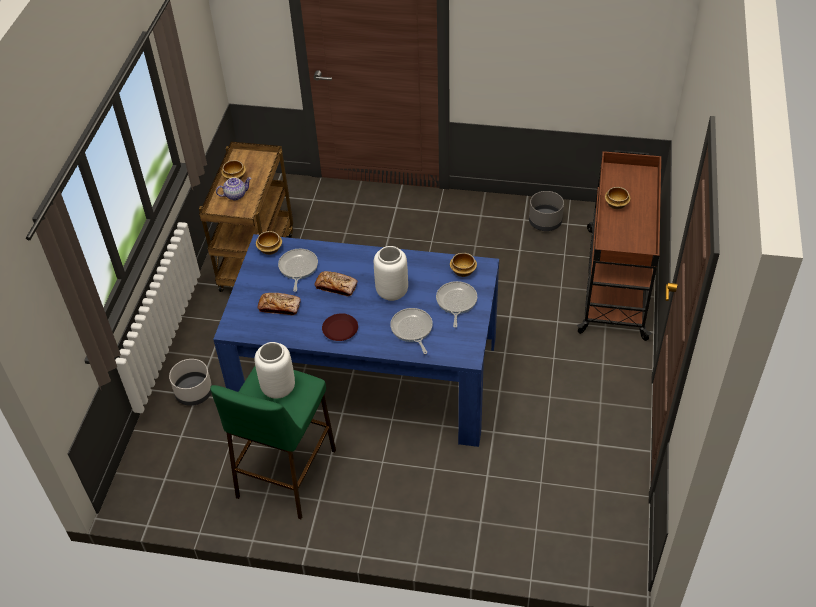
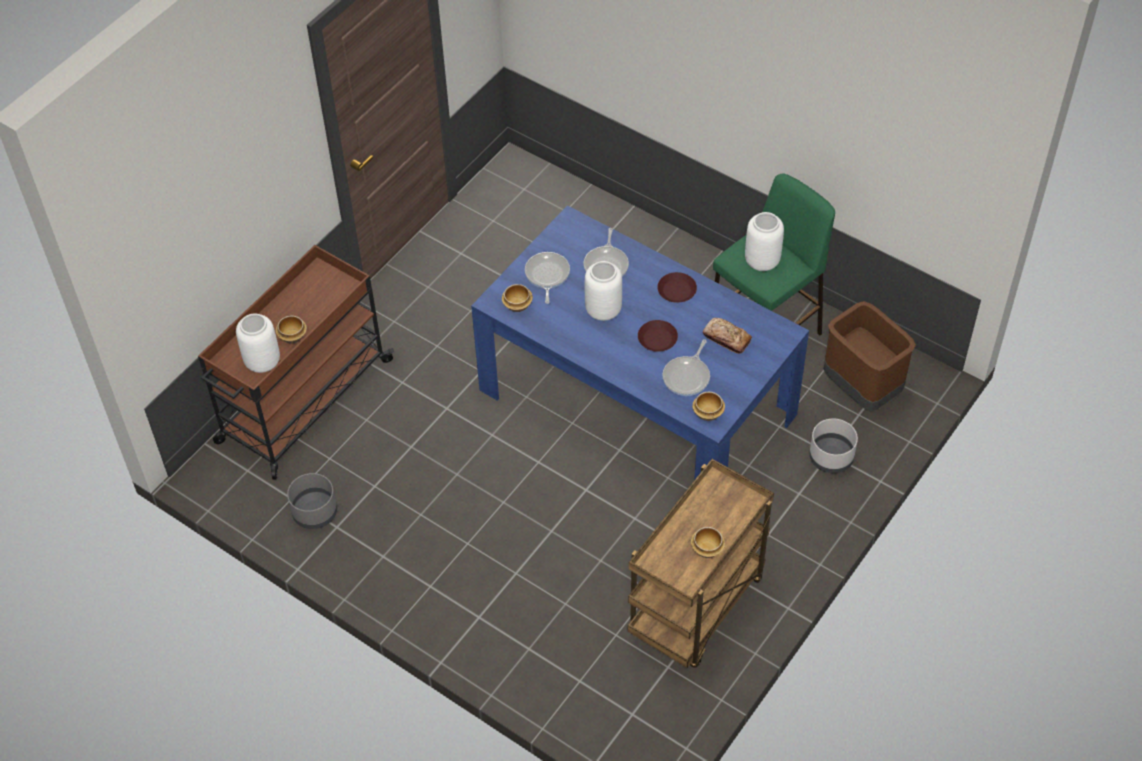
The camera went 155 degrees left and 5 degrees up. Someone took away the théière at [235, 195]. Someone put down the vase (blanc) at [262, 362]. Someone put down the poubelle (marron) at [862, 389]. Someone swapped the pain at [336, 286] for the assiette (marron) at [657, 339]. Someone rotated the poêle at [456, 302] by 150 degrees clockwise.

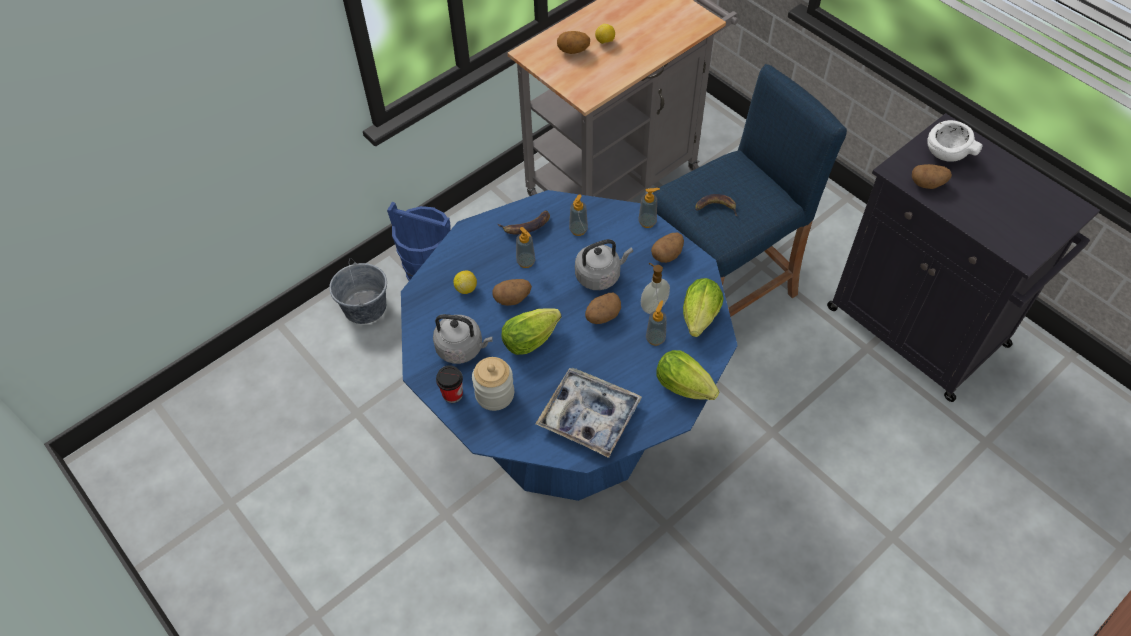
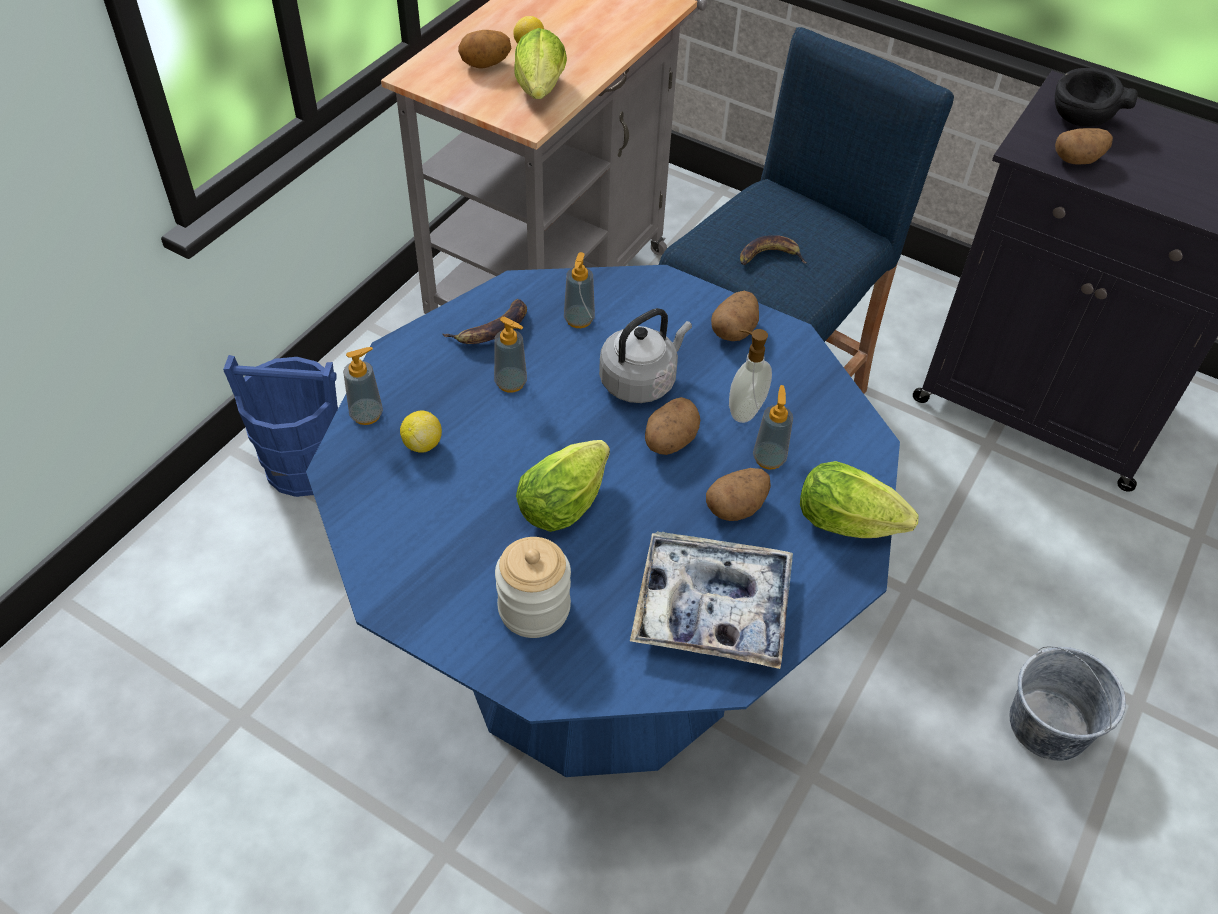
The camera went 20 degrees left and 5 degrees down. Someone took away the bouilloire (gris) at [462, 348]. Someone took away the tasse at [452, 394]. Someone carried the seau (gris) from [365, 307] to [1048, 726]. Someone carried the pomme de terre from [512, 298] to [736, 507]. Someone carried the distributeur de savon from [647, 222] to [366, 414]. Someone carried the laitue from [699, 320] to [540, 92]. Someone repainted the bol (blanc) at [946, 153], which became the bol (noir) at [1080, 118].

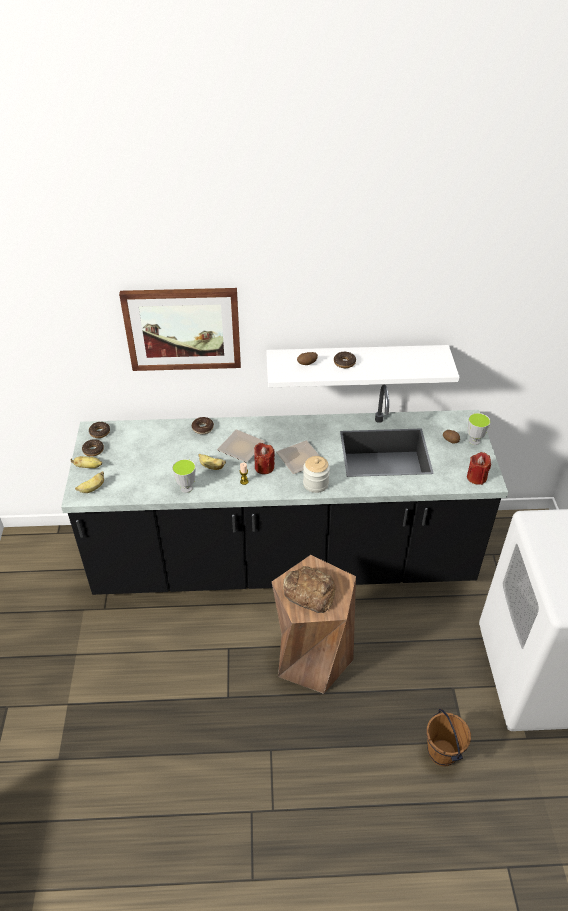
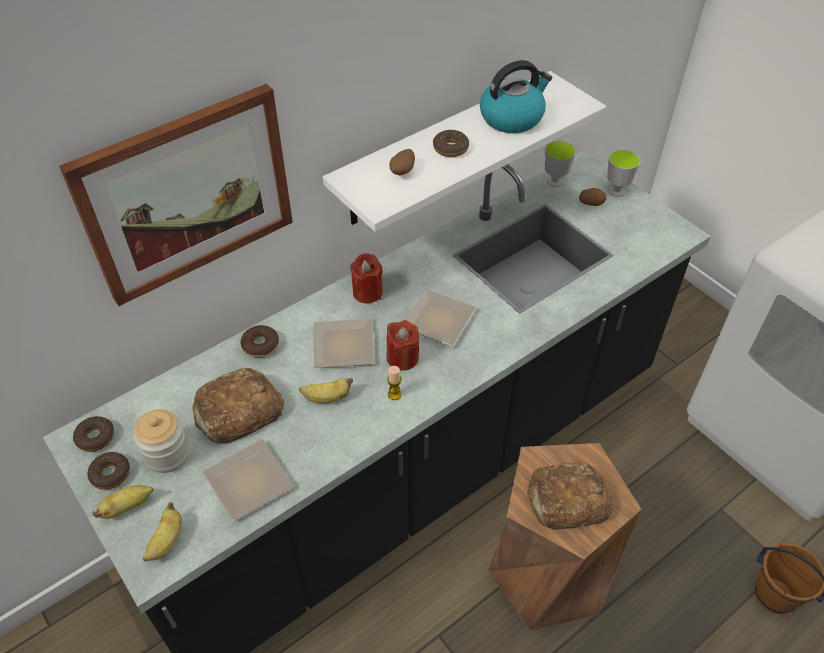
The camera went 35 degrees left and 5 degrees up. Someone put down the pain at [237, 412]. Someone put down the assiette at [252, 482]. Someone put down the bouilloire at [512, 117]. Someone carried the tasse from [186, 488] to [554, 182]. Someone carried the bocal from [315, 484] to [167, 454]. Someone carried the bougie (rouge) from [476, 477] to [367, 292].

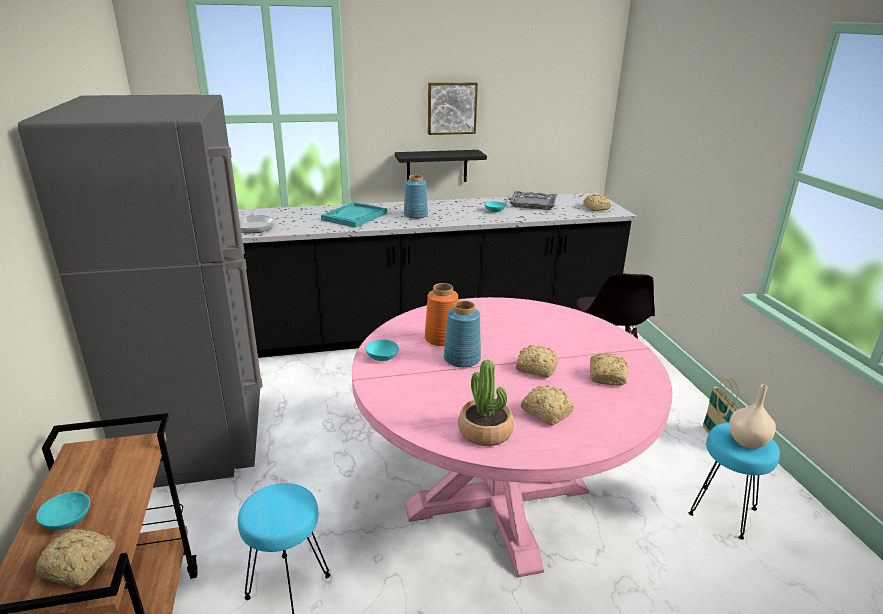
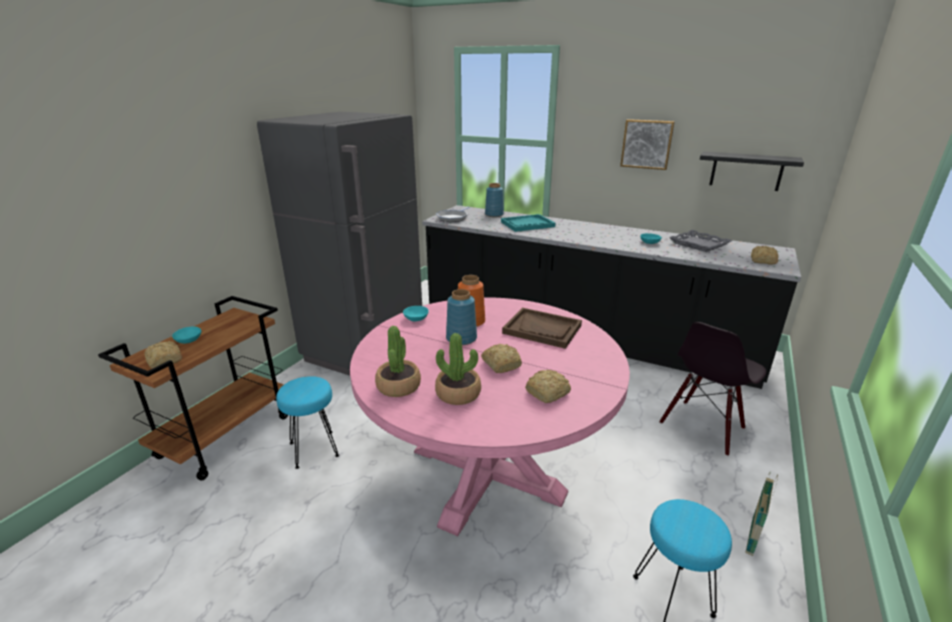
The camera went 40 degrees right and 0 degrees up. Someone took away the vase (beige) at [748, 442]. Someone put down the plateau (marron) at [542, 329]. Someone carried the étagère (noir) from [437, 167] to [746, 171]. Someone carried the vase (bleu) from [415, 215] to [493, 215]. Someone swapped the pain at [546, 411] for the plante en pot at [458, 393].

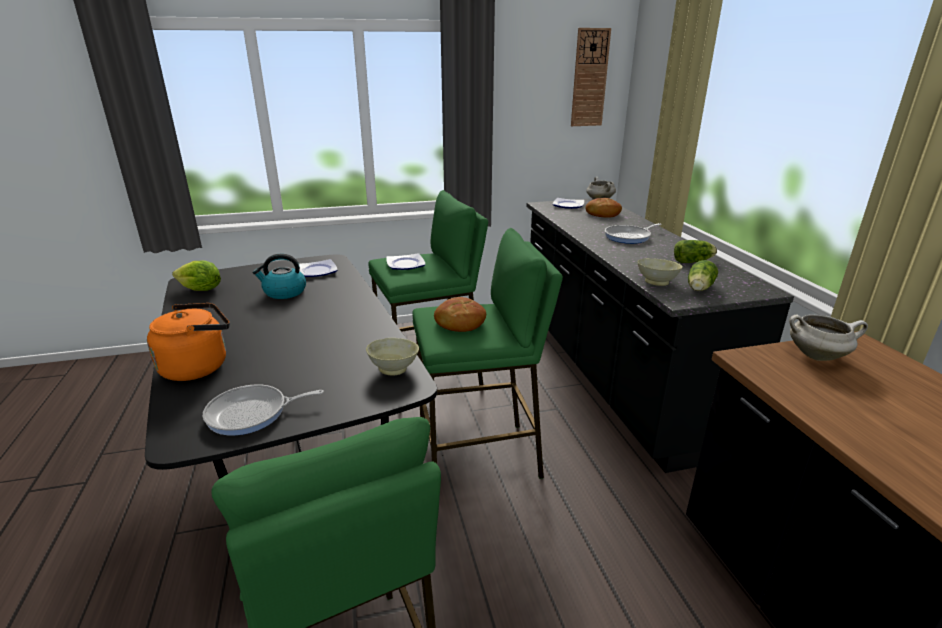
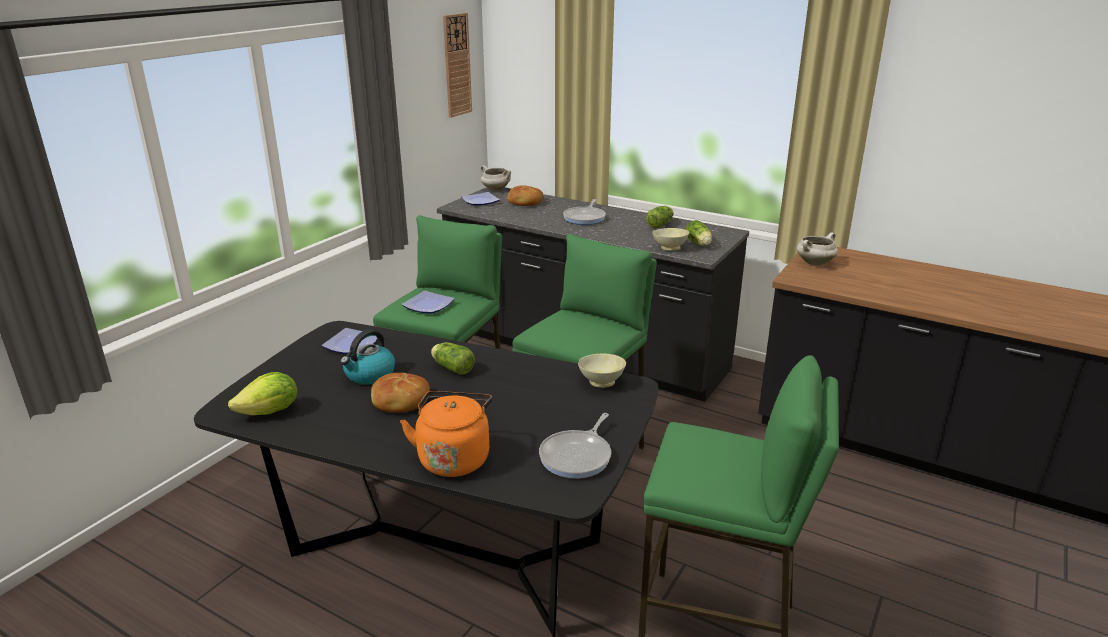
The camera went 45 degrees left and 0 degrees up. Someone put down the laitue at [452, 368]. Someone carried the pain from [459, 323] to [400, 401].

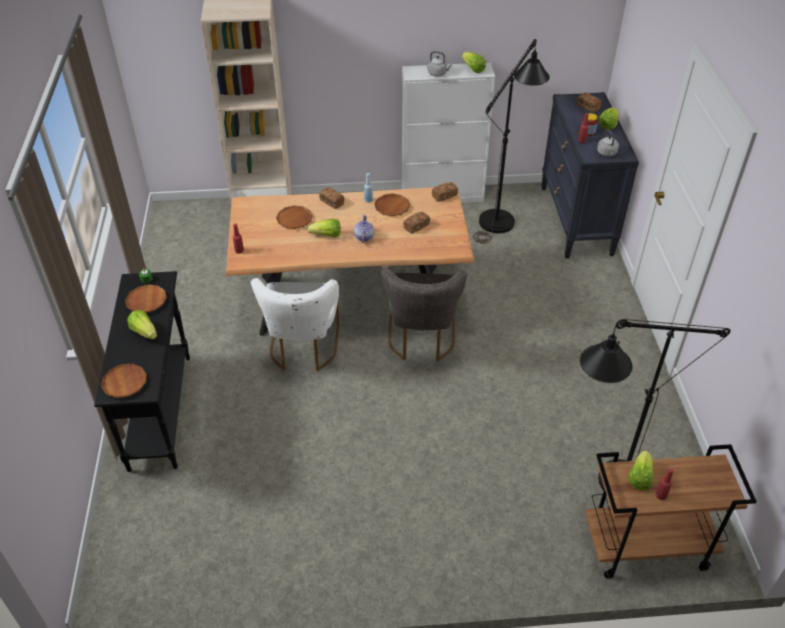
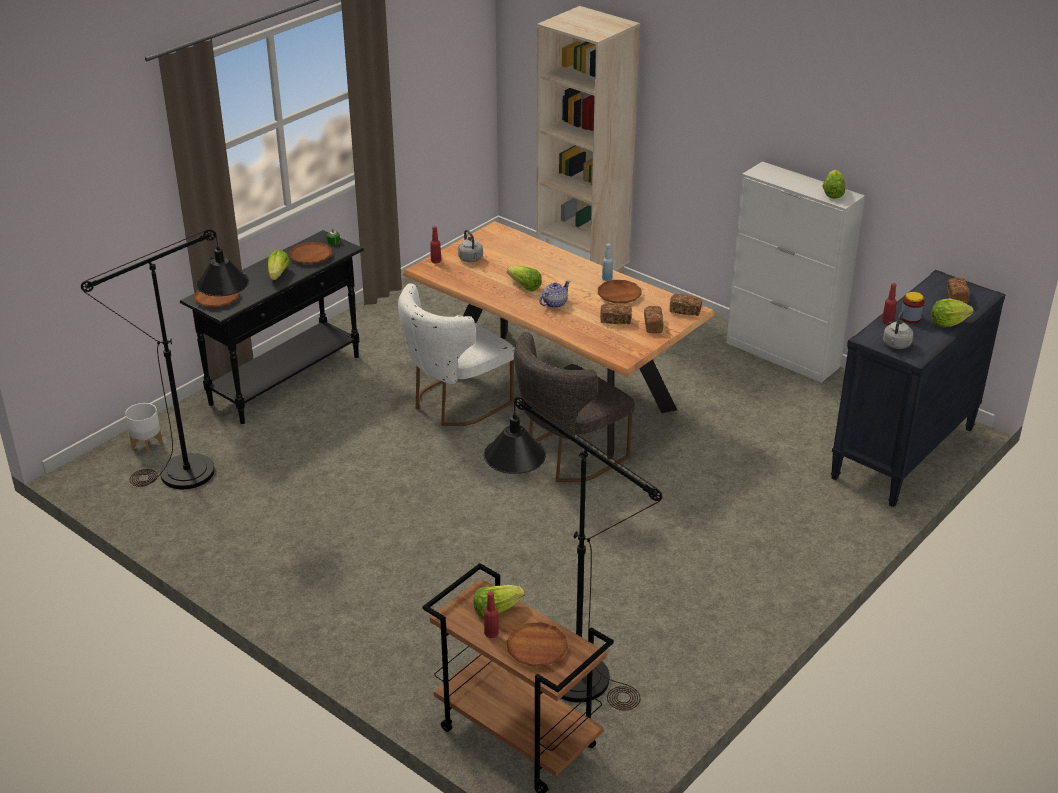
The camera went 45 degrees right and 10 degrees down. Someone put down the cache-pot (blanc) at [146, 445]. Someone carried the assiette (marron) from [294, 219] to [537, 648]. Someone carried the pain from [331, 202] to [653, 325]. Someone carried the bouilloire (gris) from [438, 73] to [471, 259]. Someone carried the lampadaire (noir) from [501, 216] to [203, 471].

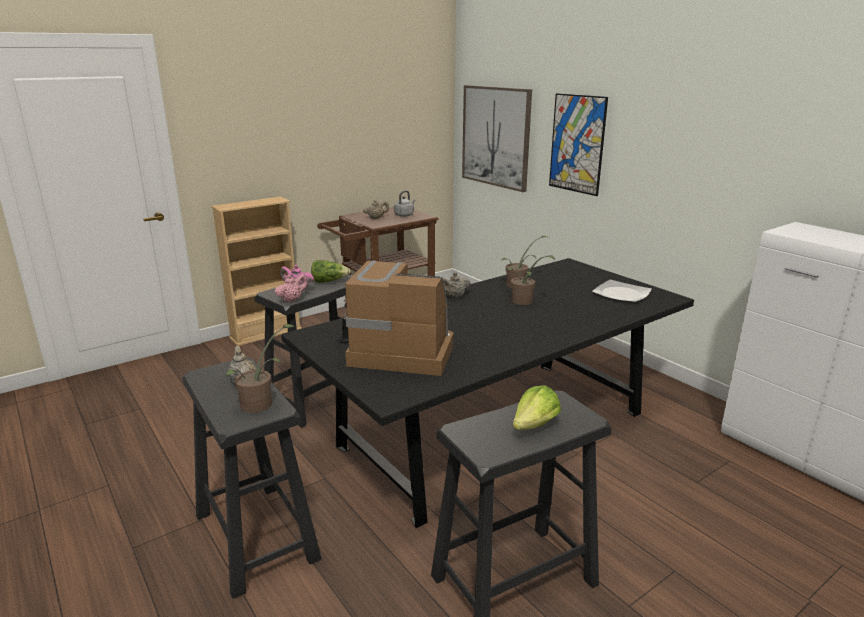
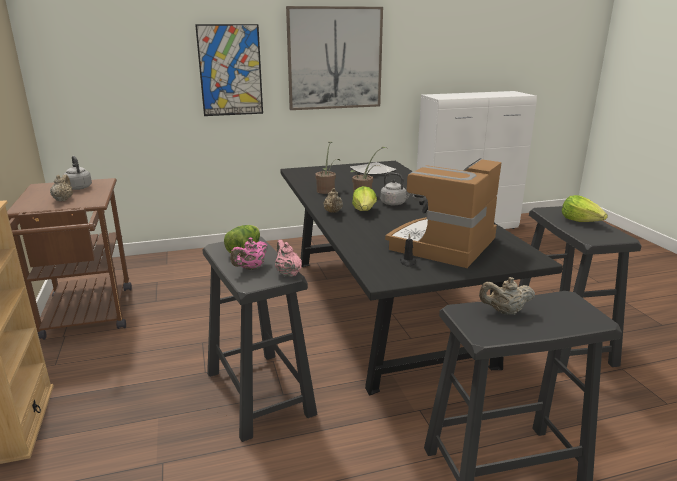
The camera went 70 degrees left and 0 degrees up. Someone took away the plante en pot at [261, 403]. Someone put down the laitue at [364, 211]. Someone put down the bouilloire (gris) at [394, 203]. Someone carried the tableau from [496, 137] to [335, 58].

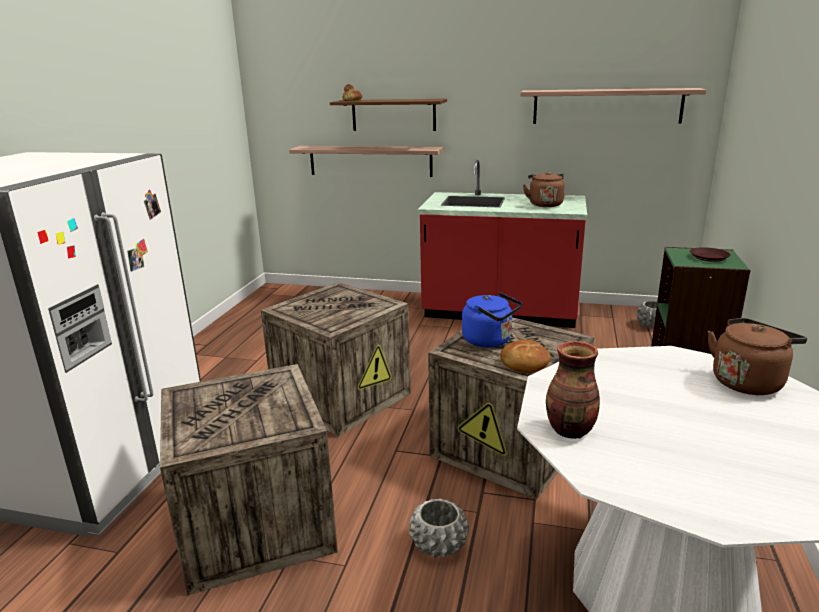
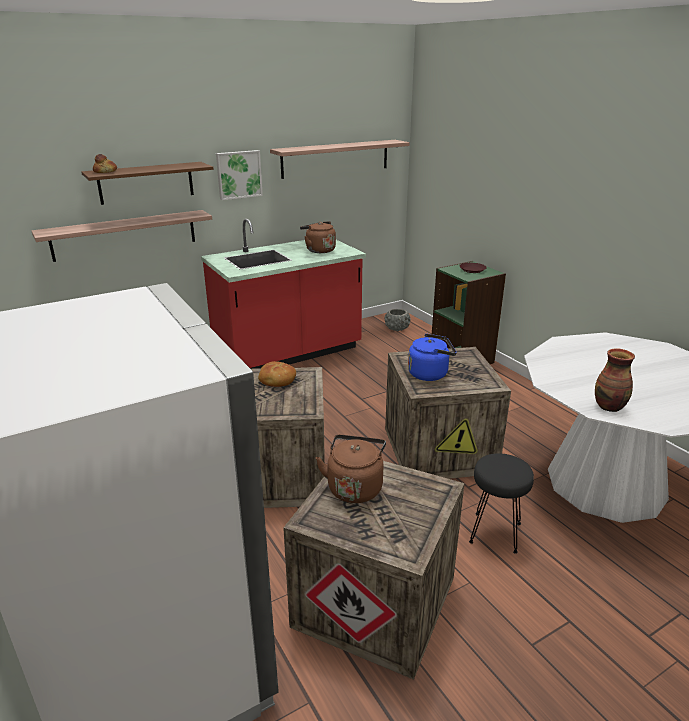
The camera went 45 degrees left and 5 degrees up. Someone put up the tableau at [238, 174]. Someone carried the pain from [524, 364] to [277, 380]. Someone carried the bouilloire (marron) from [748, 381] to [354, 487]. Someone swapped the cache-pot (gris) at [438, 544] for the tabouret (noir) at [494, 532].

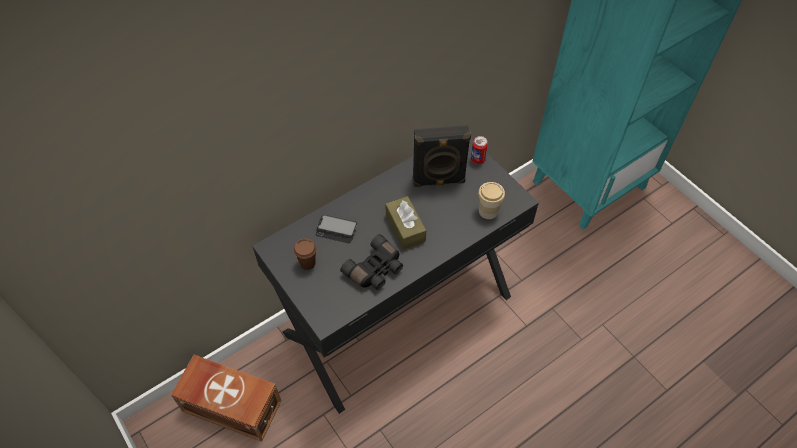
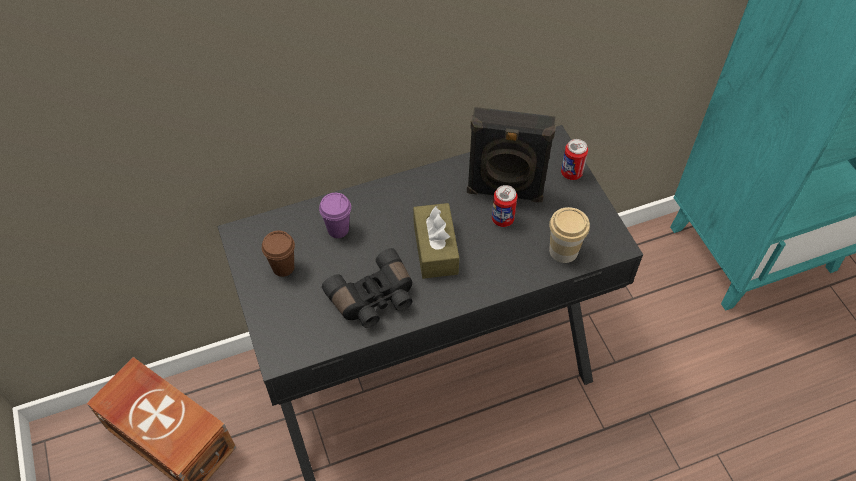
The camera went 15 degrees right and 0 degrees up. Someone put down the boîte métallique at [502, 219]. Someone swapped the téléphone at [336, 230] for the tasse (violet) at [338, 229].

